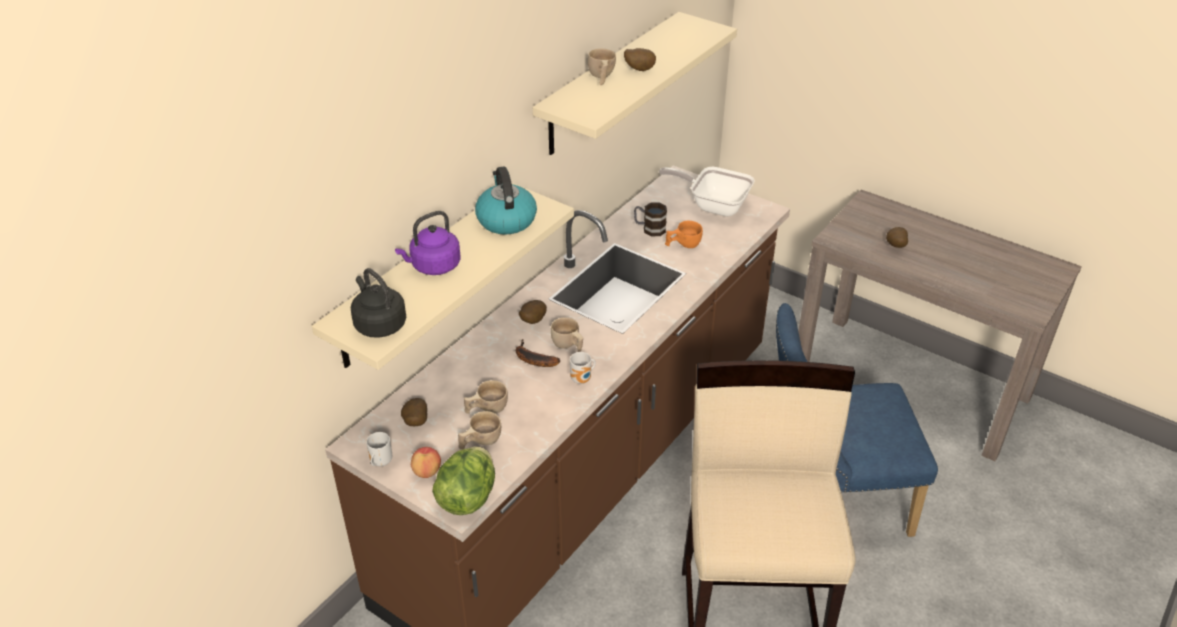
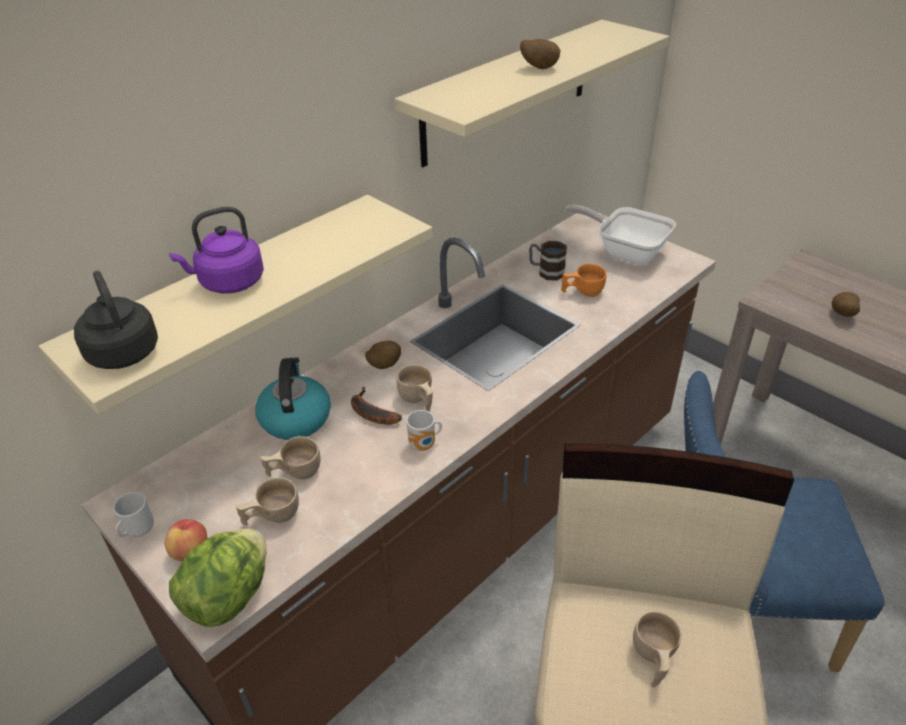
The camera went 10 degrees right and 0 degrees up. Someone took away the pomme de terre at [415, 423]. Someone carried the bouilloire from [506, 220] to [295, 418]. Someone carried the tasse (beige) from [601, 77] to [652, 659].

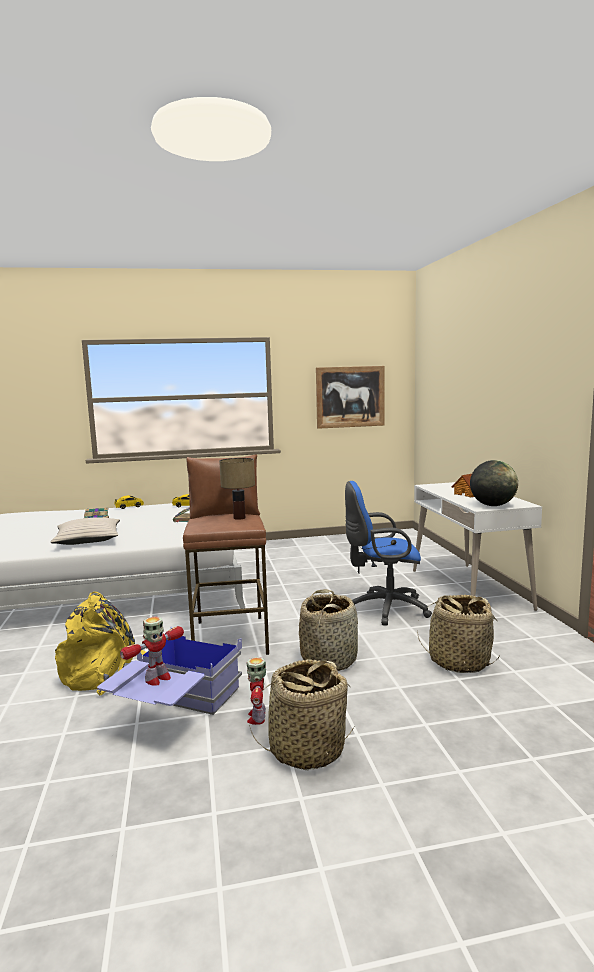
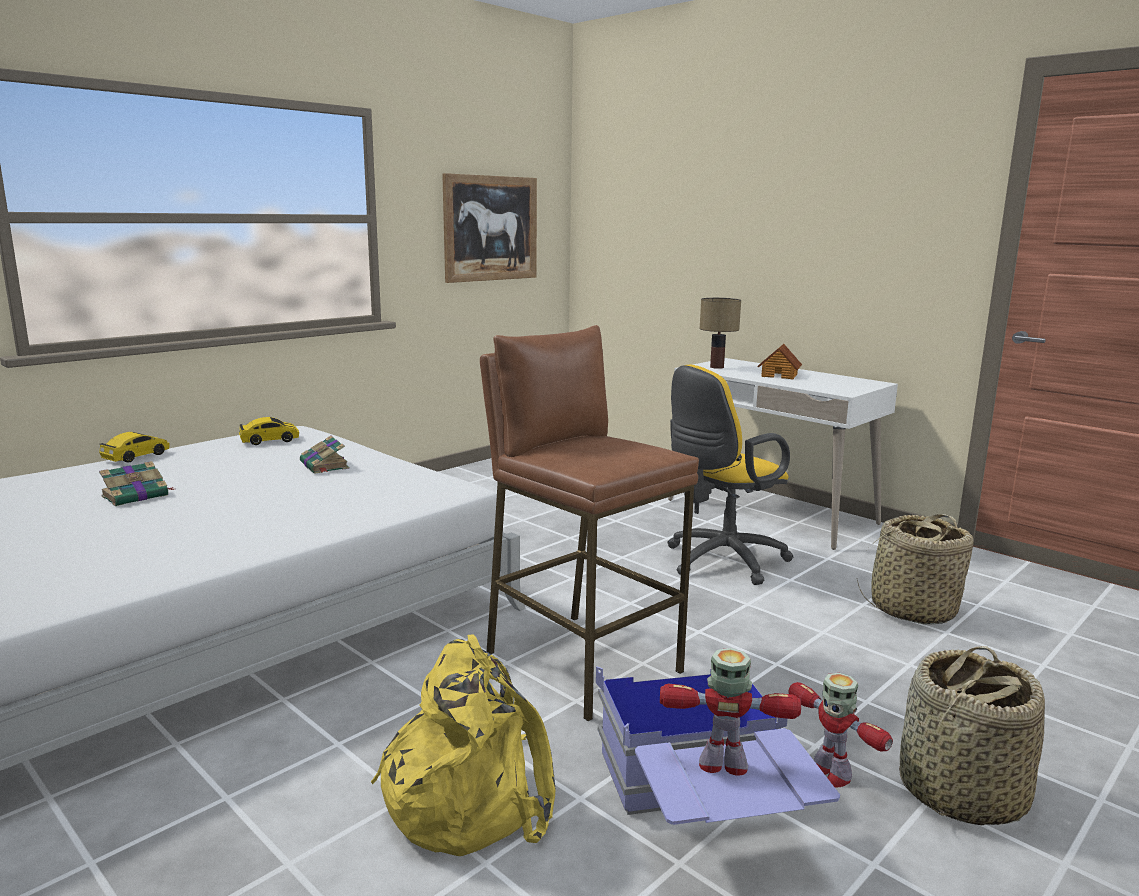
The camera went 35 degrees left and 5 degrees up. Someone took away the coussin (beige) at [88, 539]. Someone took away the panier at [329, 659]. Someone took away the globe at [492, 505]. Someone carried the lampe de table from [238, 518] to [716, 367]. Someone repainted the chaise de bureau (bleu) at [384, 609], which became the chaise de bureau (jaune) at [720, 562]. Someone rotated the robot jouet at [157, 679] by 90 degrees counterclockwise.

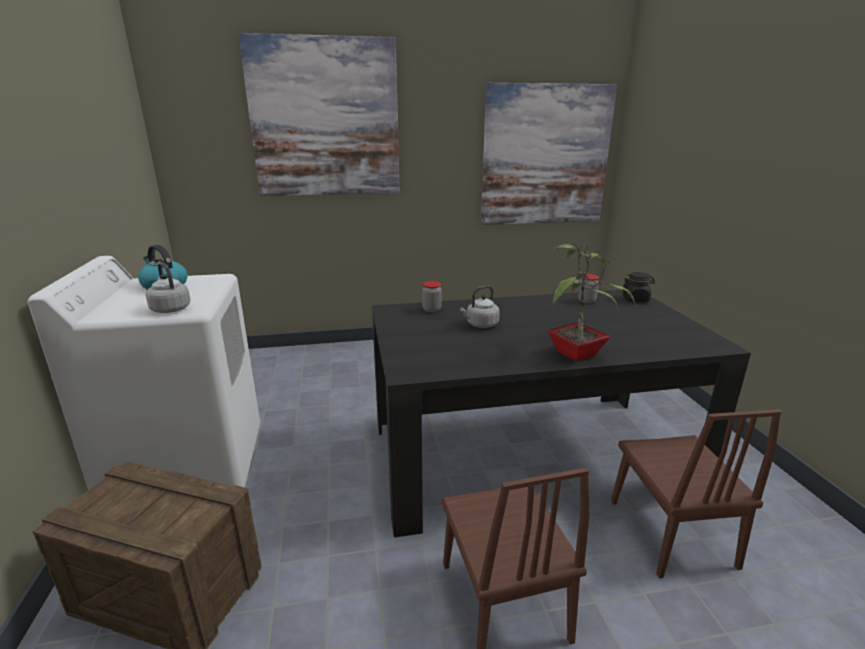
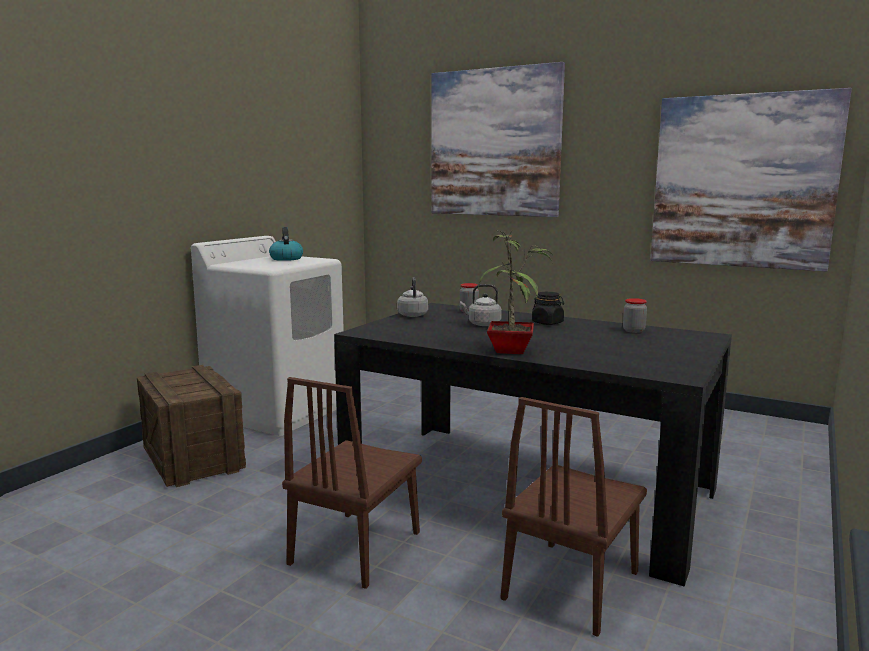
The camera went 40 degrees right and 10 degrees down. Someone carried the bouilloire (gris) from [170, 309] to [412, 315]. Someone carried the bocal (noir) from [636, 299] to [547, 323].

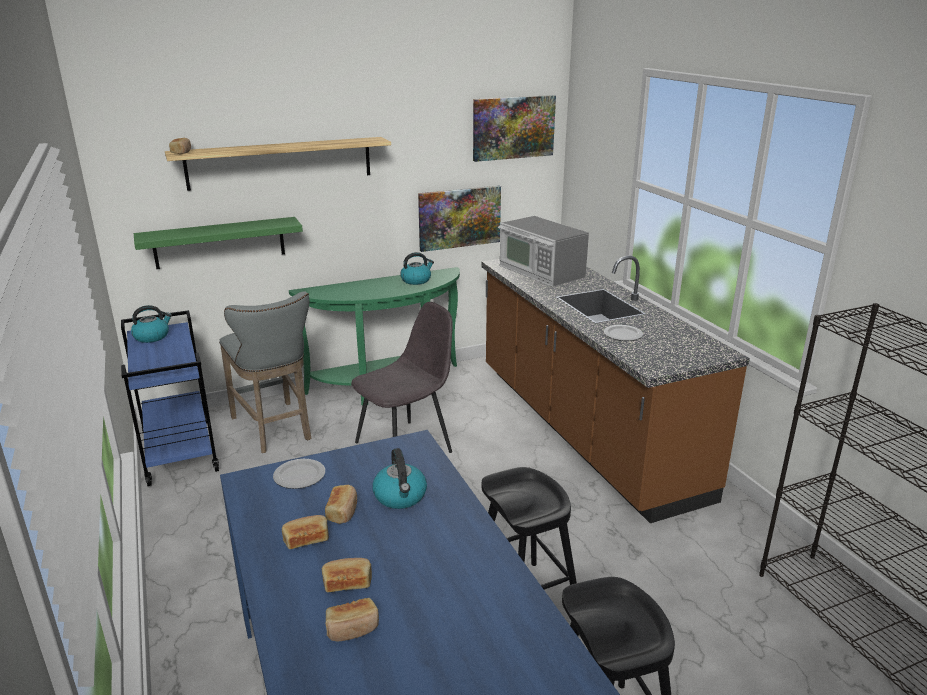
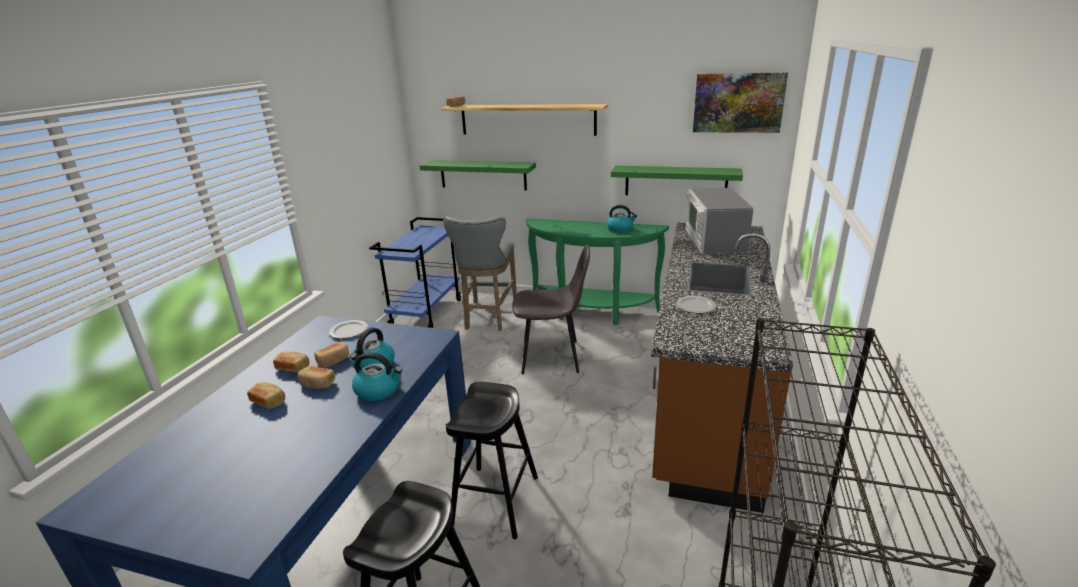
The camera went 40 degrees right and 0 degrees up. Someone carried the bouilloire from [152, 336] to [378, 390]. Someone carried the pain from [352, 629] to [317, 384]. Someone swapped the tableau at [459, 217] for the étagère (vert) at [675, 182].

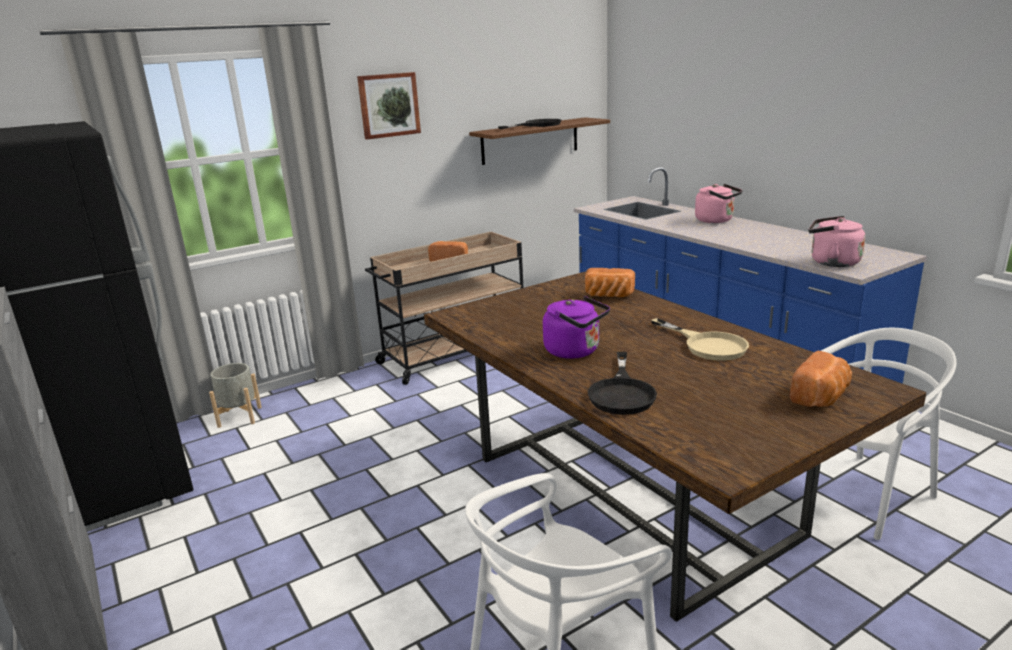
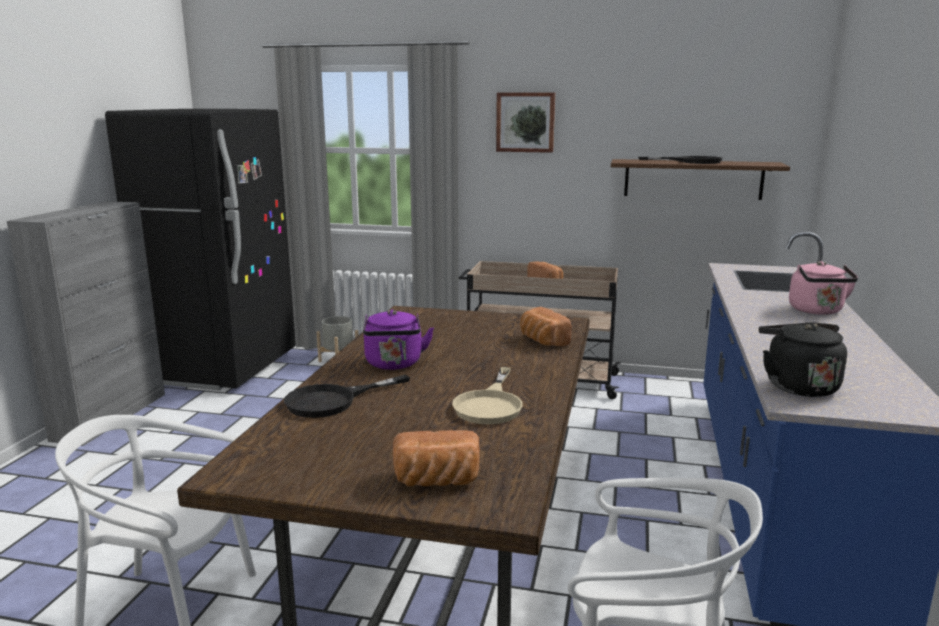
The camera went 45 degrees right and 5 degrees down. Someone repainted the bouilloire (rose) at [831, 262], which became the bouilloire (noir) at [797, 386].

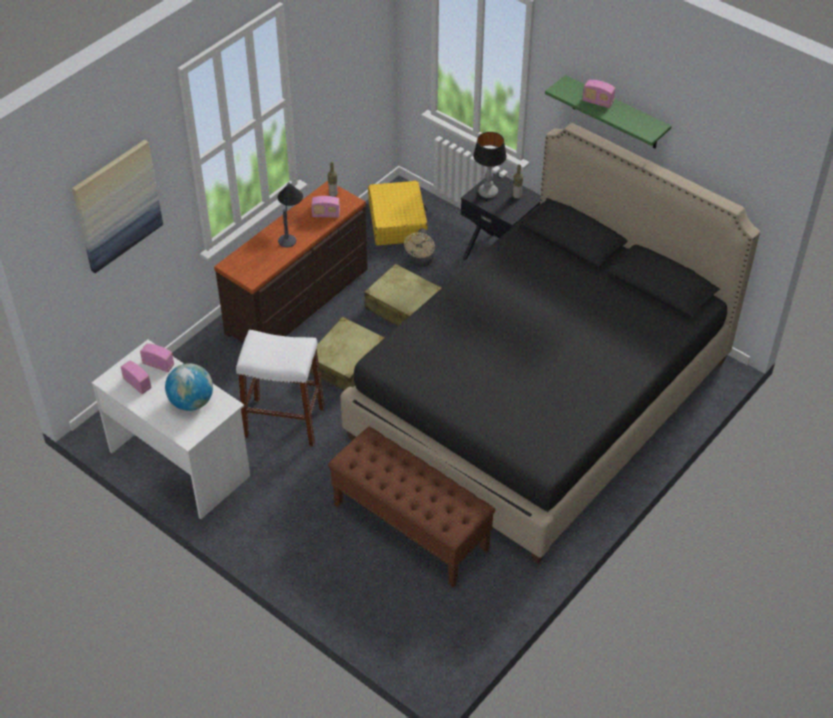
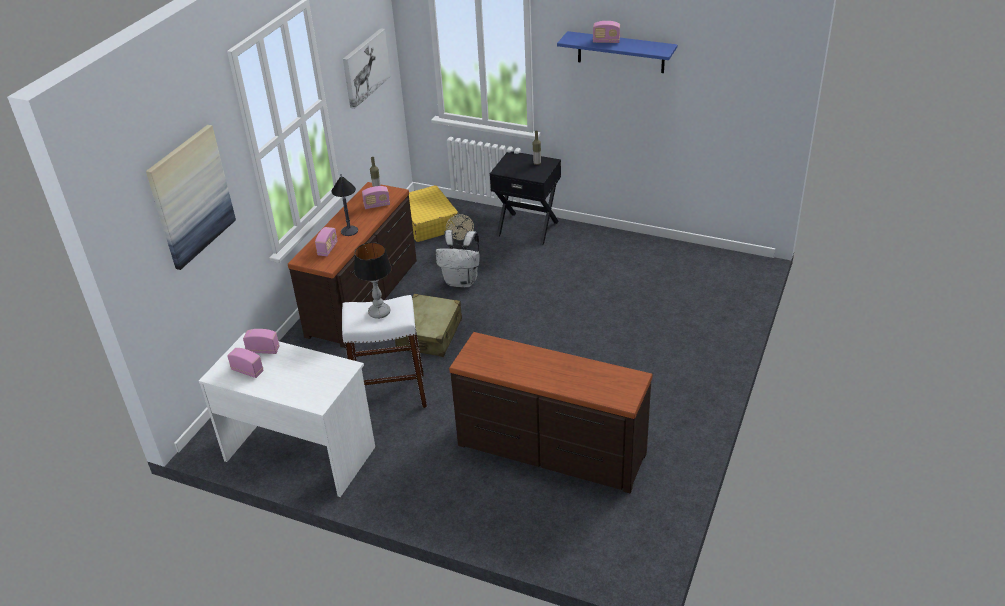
The camera went 15 degrees left and 10 degrees down. Someone took away the globe at [191, 402]. Someone took away the lit (noir) at [540, 399]. Someone put down the radio at [327, 249]. Someone put up the tableau at [365, 67]. Someone carried the lampe de table from [488, 193] to [379, 313]. Someone swapped the banc (marron) at [411, 527] for the commode (marron) at [550, 451]. Someone swapped the valise (beige) at [404, 307] for the sac à dos (blanc) at [462, 281]. Someone repainted the étagère (vert) at [615, 113], which became the étagère (bleu) at [621, 52].

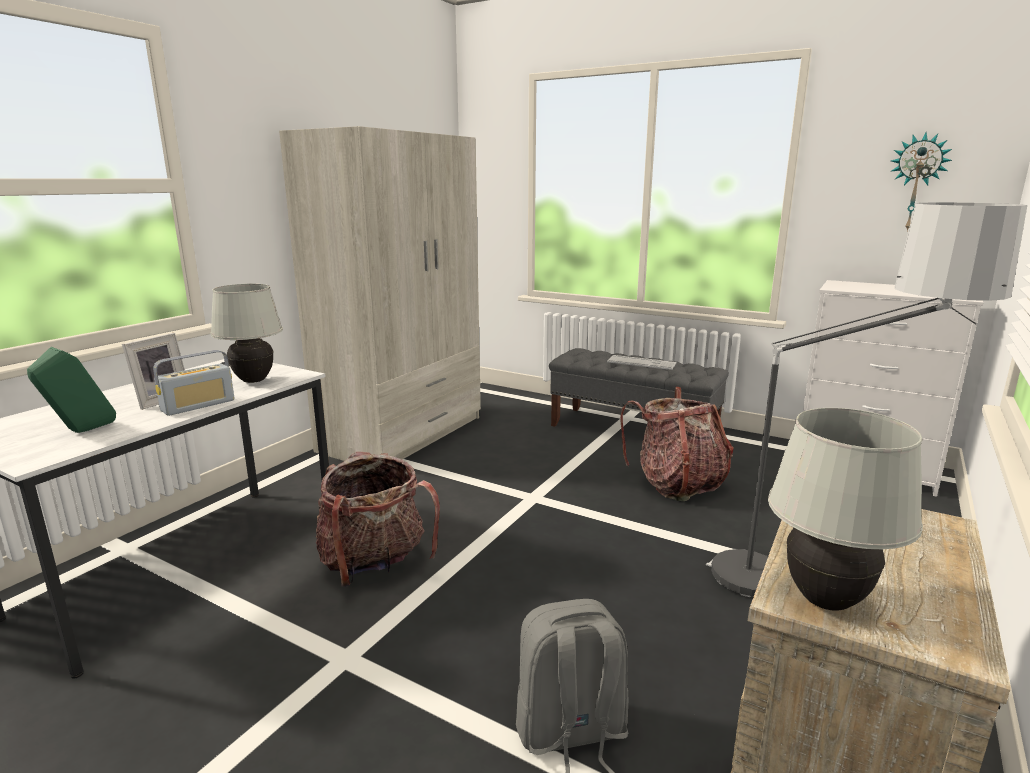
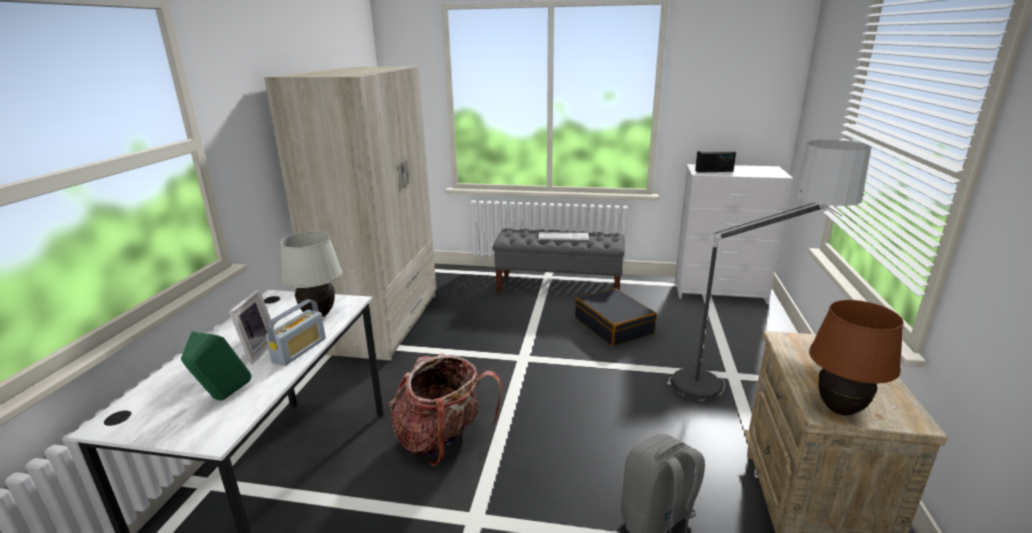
The camera went 20 degrees left and 5 degrees up. Someone took away the horloge murale at [916, 182]. Someone put down the radio at [714, 171]. Someone swapped the sac à dos at [677, 484] for the valise (noir) at [614, 326]. Someone repainted the lampe de table (blanc) at [826, 600], which became the lampe de table (marron) at [840, 409].

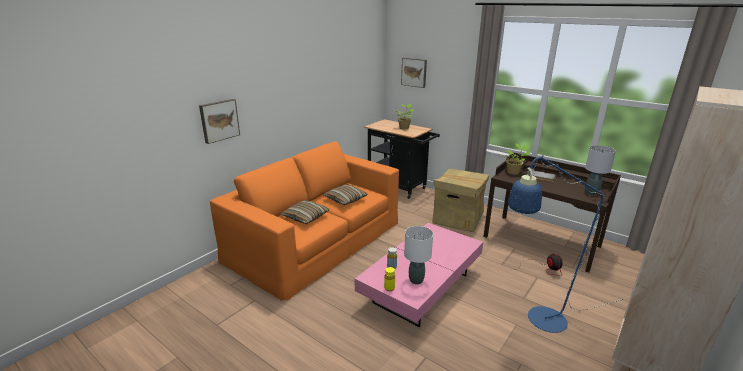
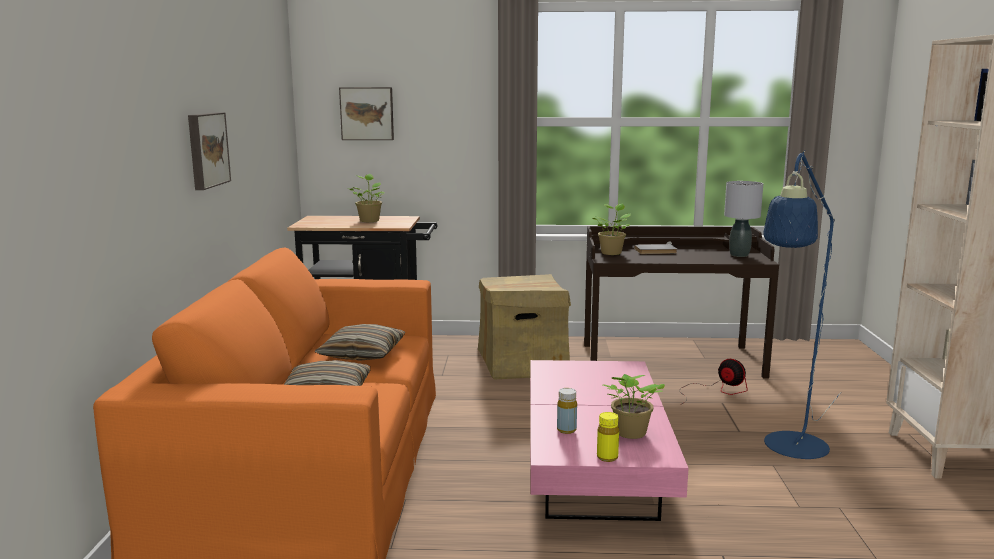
The camera went 35 degrees left and 10 degrees down. Someone carried the tableau from [219, 120] to [206, 150]. Someone swapped the lampe de table (blanc) at [416, 280] for the plante en pot at [629, 433].

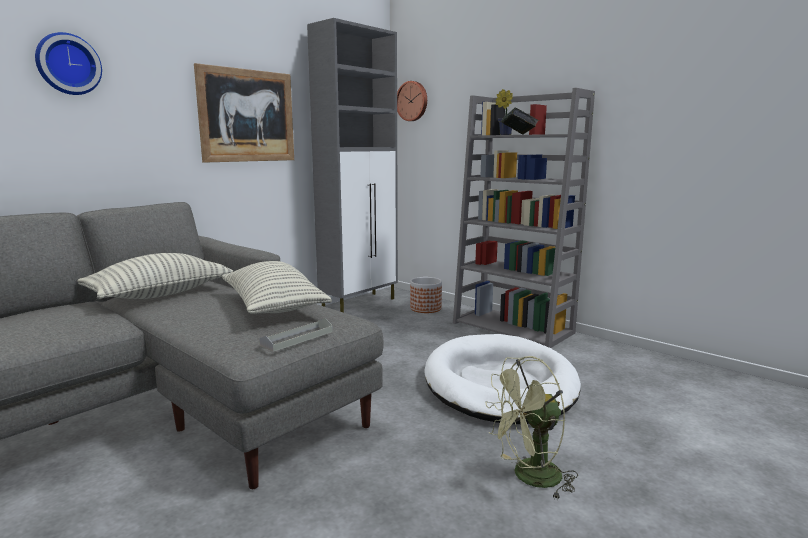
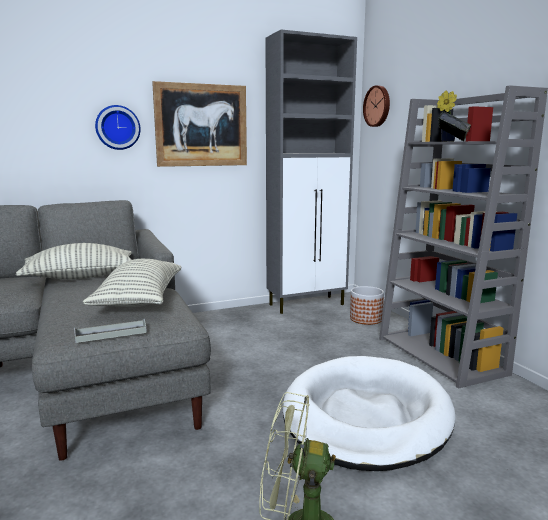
The camera went 25 degrees right and 0 degrees up. Someone carried the horloge murale from [68, 64] to [117, 127].

